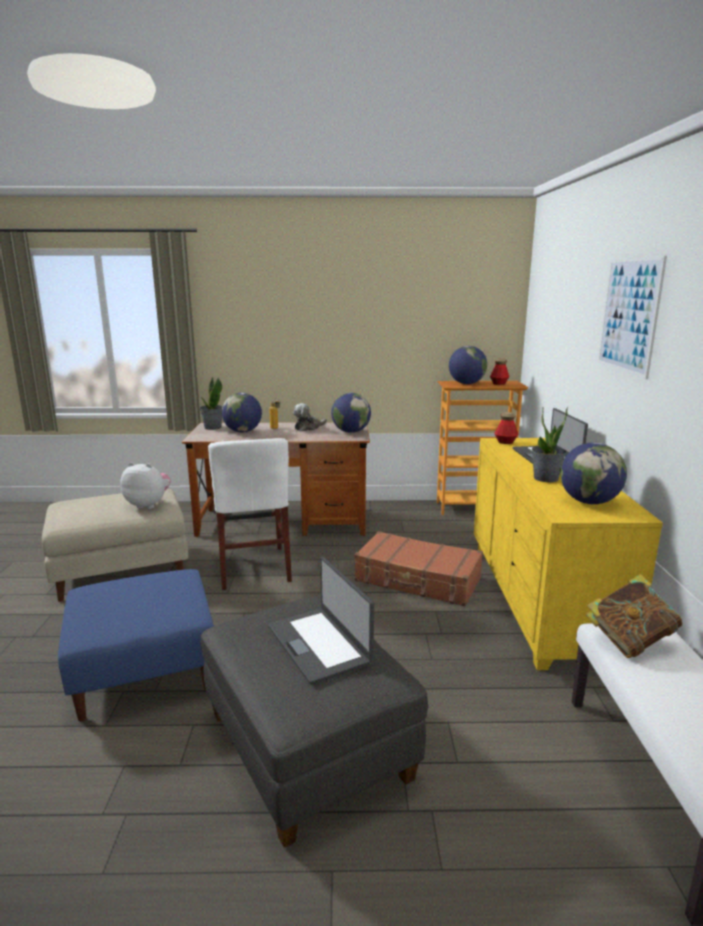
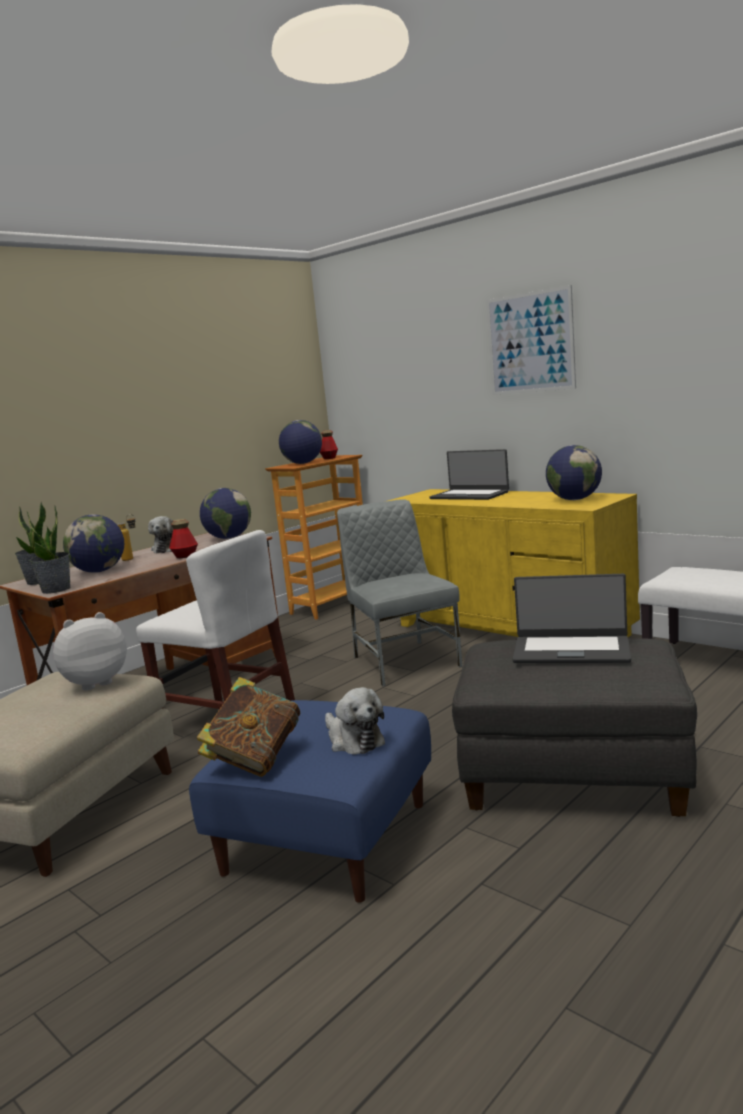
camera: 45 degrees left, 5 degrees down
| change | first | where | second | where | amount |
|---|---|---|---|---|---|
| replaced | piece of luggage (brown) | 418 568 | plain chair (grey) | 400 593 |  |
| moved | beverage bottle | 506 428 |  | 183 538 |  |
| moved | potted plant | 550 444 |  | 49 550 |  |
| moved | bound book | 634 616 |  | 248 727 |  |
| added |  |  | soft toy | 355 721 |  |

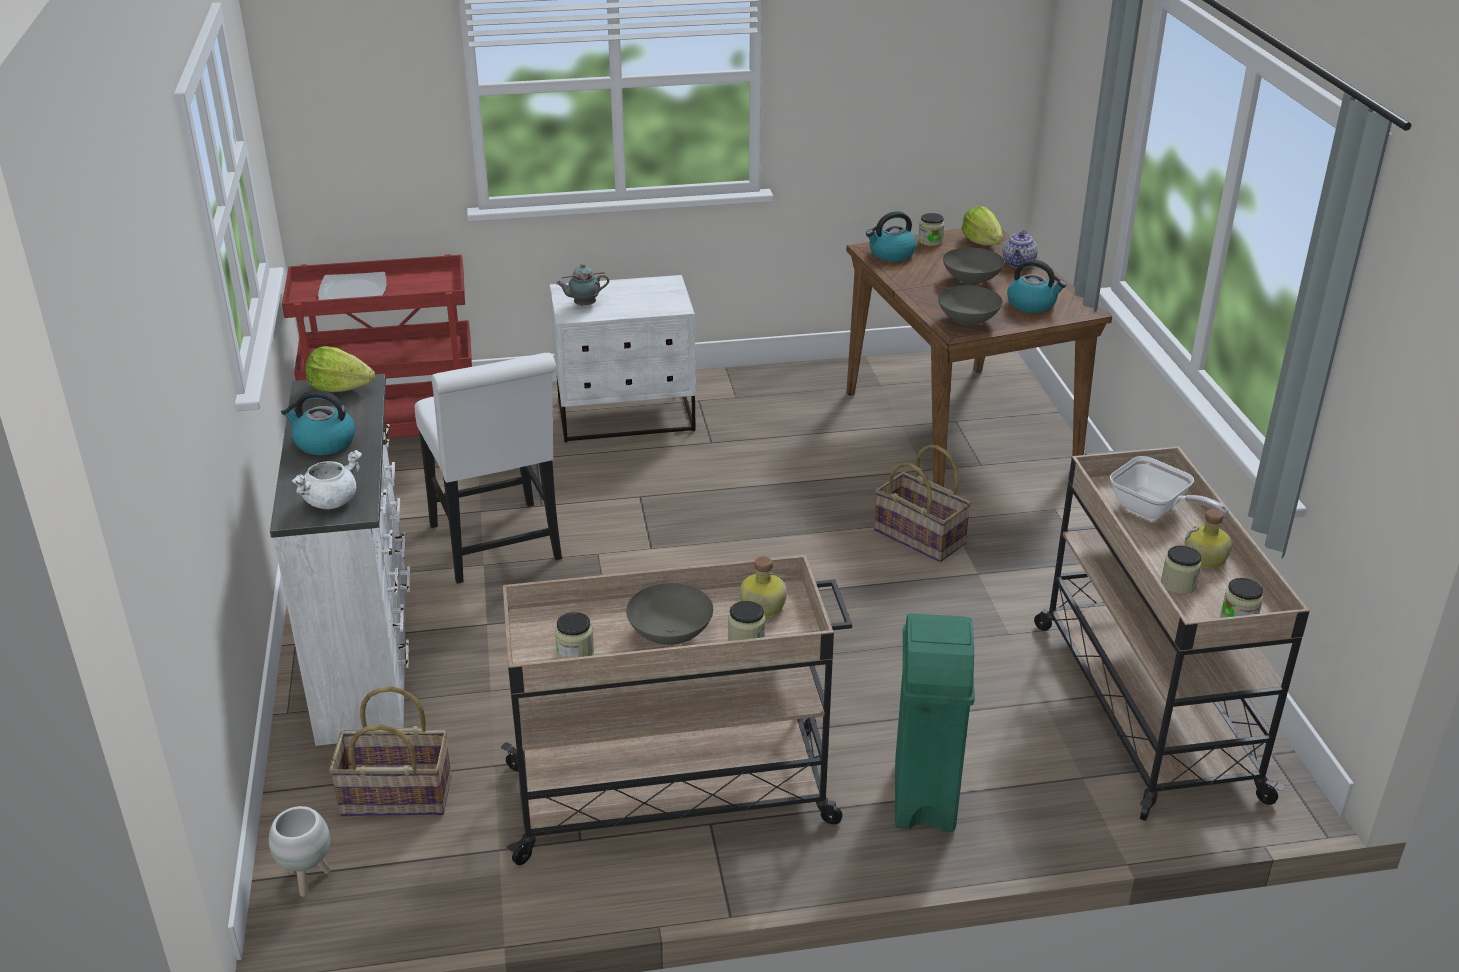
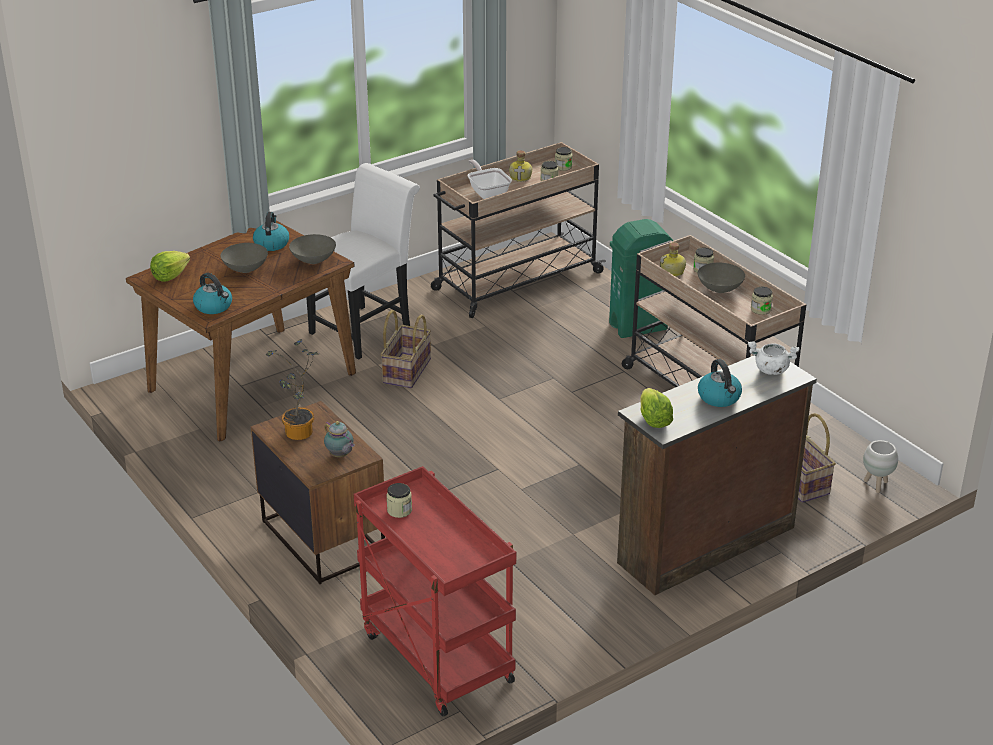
camera: 115 degrees left, 0 degrees up
| change | first | where | second | where | amount |
|---|---|---|---|---|---|
| recoloured | drawer chest (white-coloured) | 340 560 | drawer chest (brown) | 717 475 |  |
| removed | plate | 352 286 |  |  |  |
| moved | plain chair (white-coloured) | 488 468 |  | 363 261 |  |
| recoloured | nightstand (white-coloured) | 623 359 | nightstand (brown) | 318 492 |  |
| moved | storage jar | 931 229 |  | 399 500 |  |
| removed | pot for tea | 1020 249 |  |  |  |
| turned | frying pan | 1169 487 |  | 489 179 | 45 degrees counterclockwise |
| added |  |  | potted plant | 292 389 |  |

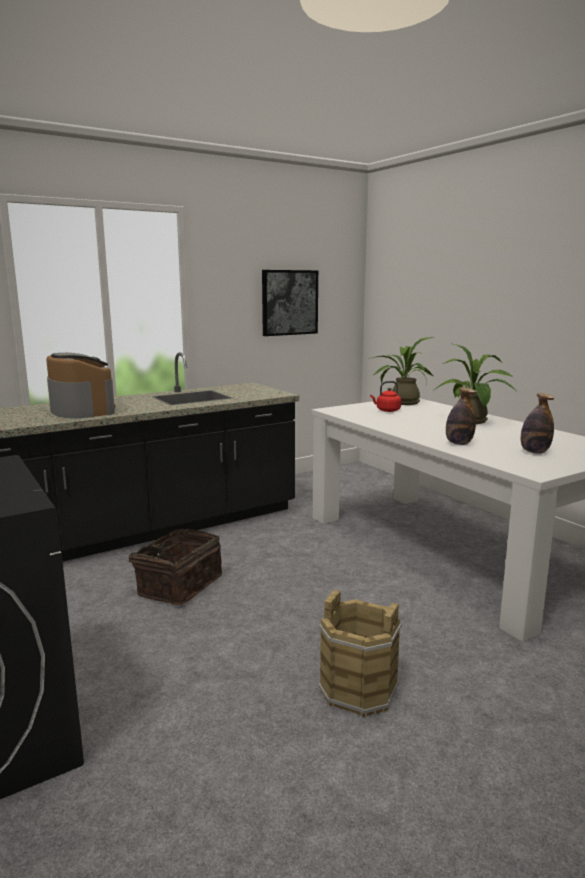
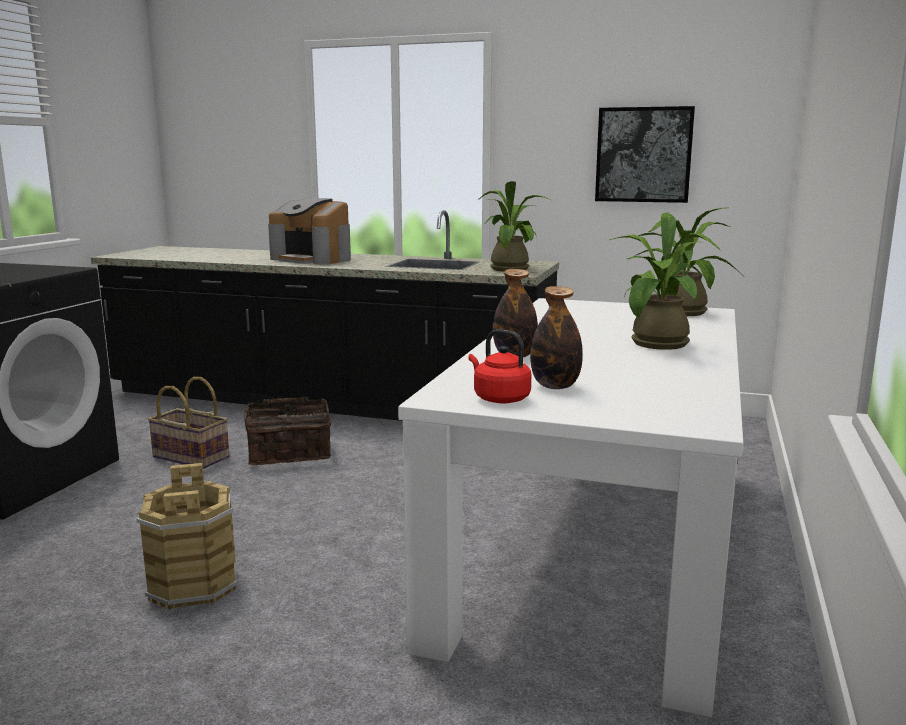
camera: 50 degrees right, 0 degrees up
| change | first | where | second | where | amount |
|---|---|---|---|---|---|
| turned | coffee brewer | 80 386 |  | 309 231 | 105 degrees clockwise |
| moved | kettle (reddish) | 385 396 |  | 499 366 |  |
| added |  |  | storage basket | 188 423 |  |
| added |  |  | potted plant | 514 226 |  |

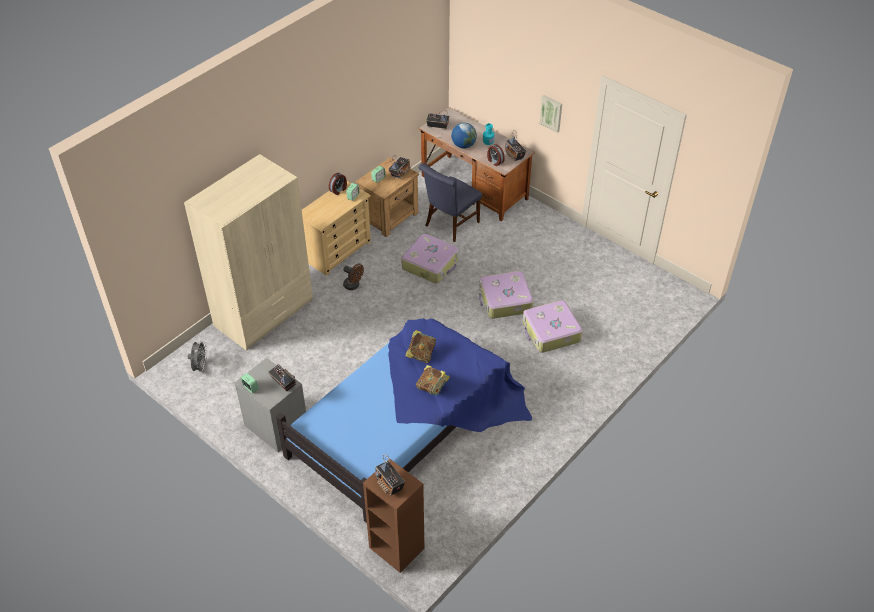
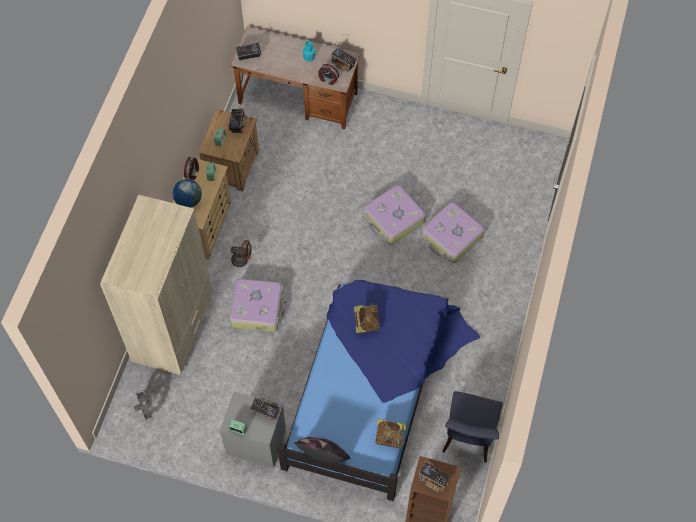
camera: 25 degrees left, 15 degrees up
| change | first | where | second | where | amount |
|---|---|---|---|---|---|
| moved | piece of luggage | 430 259 |  | 258 305 |  |
| moved | bound book | 433 380 |  | 391 433 |  |
| moved | plain chair (bluish) | 450 202 |  | 472 426 |  |
| moved | globe | 464 135 |  | 187 193 |  |
| removed | wall art | 550 114 |  |  |  |
| added |  |  | pillow | 322 450 |  |

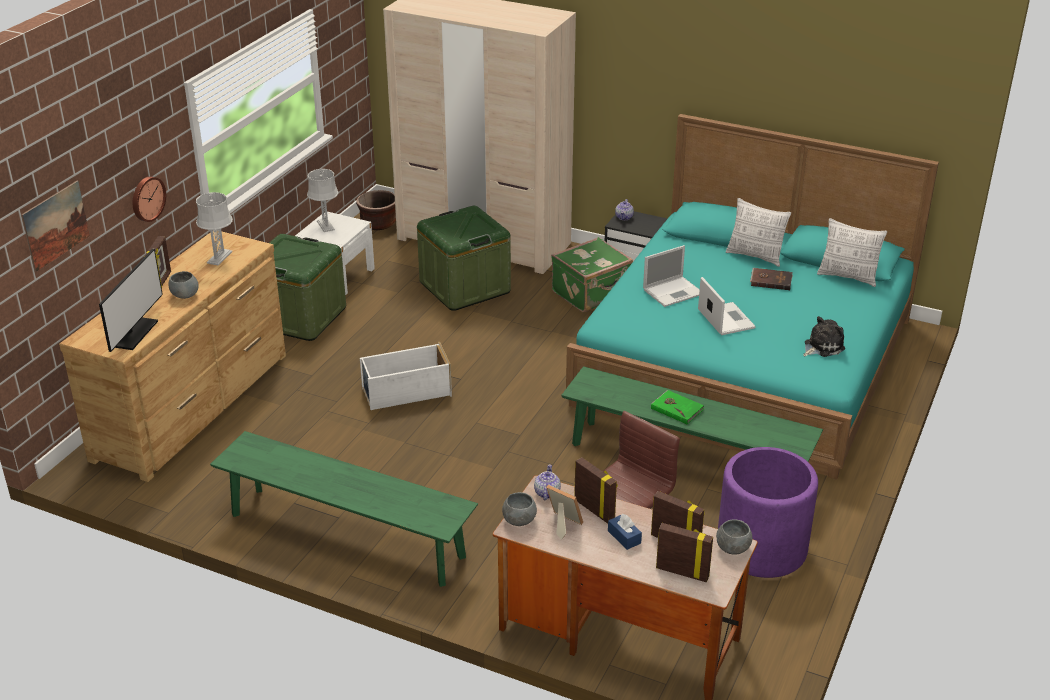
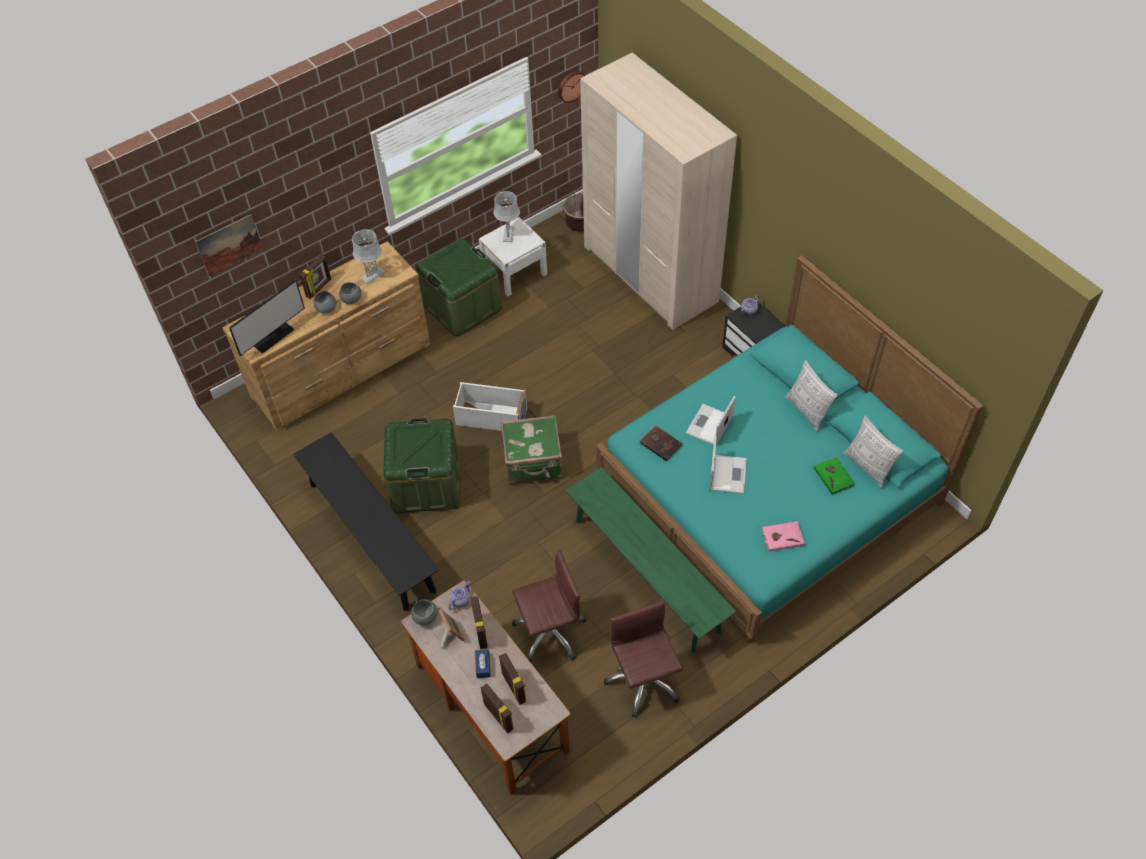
camera: 30 degrees right, 20 degrees up
| change | first | where | second | where | amount |
|---|---|---|---|---|---|
| moved | clock on the wall | 149 199 |  | 571 87 |  |
| recoloured | indoor bench (green-coloured) | 344 509 | indoor bench (blackish) | 366 521 |  |
| moved | storage bin (green-coloured) | 464 258 |  | 421 465 |  |
| moved | piece of luggage (green-coloured) | 592 274 |  | 532 449 |  |
| turned | laptop | 671 276 |  | 711 420 | 120 degrees clockwise |
| moved | bound book (green-coloured) | 677 407 |  | 834 476 |  |
| moved | deep dish (grey) | 734 537 |  | 350 293 |  |
| replaced | planter (purplish) | 768 512 | desk chair (brown) | 643 659 |  |
| moved | bound book (brown) | 771 279 |  | 661 443 |  |
| replaced | soft toy | 824 336 | bound book (pink) | 783 536 |  |

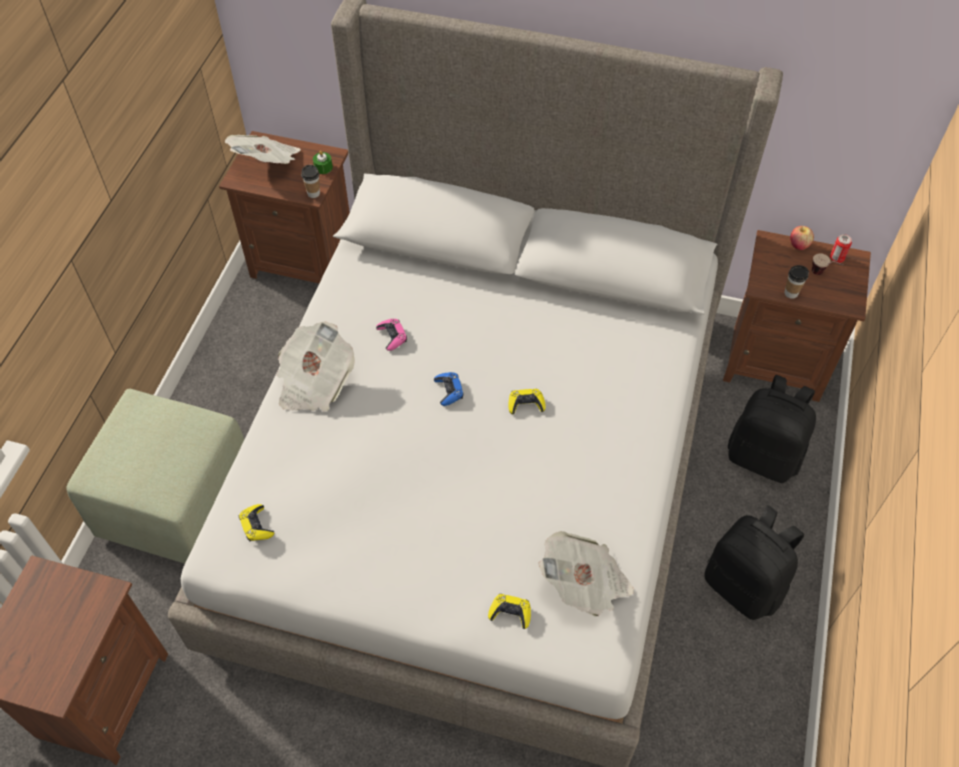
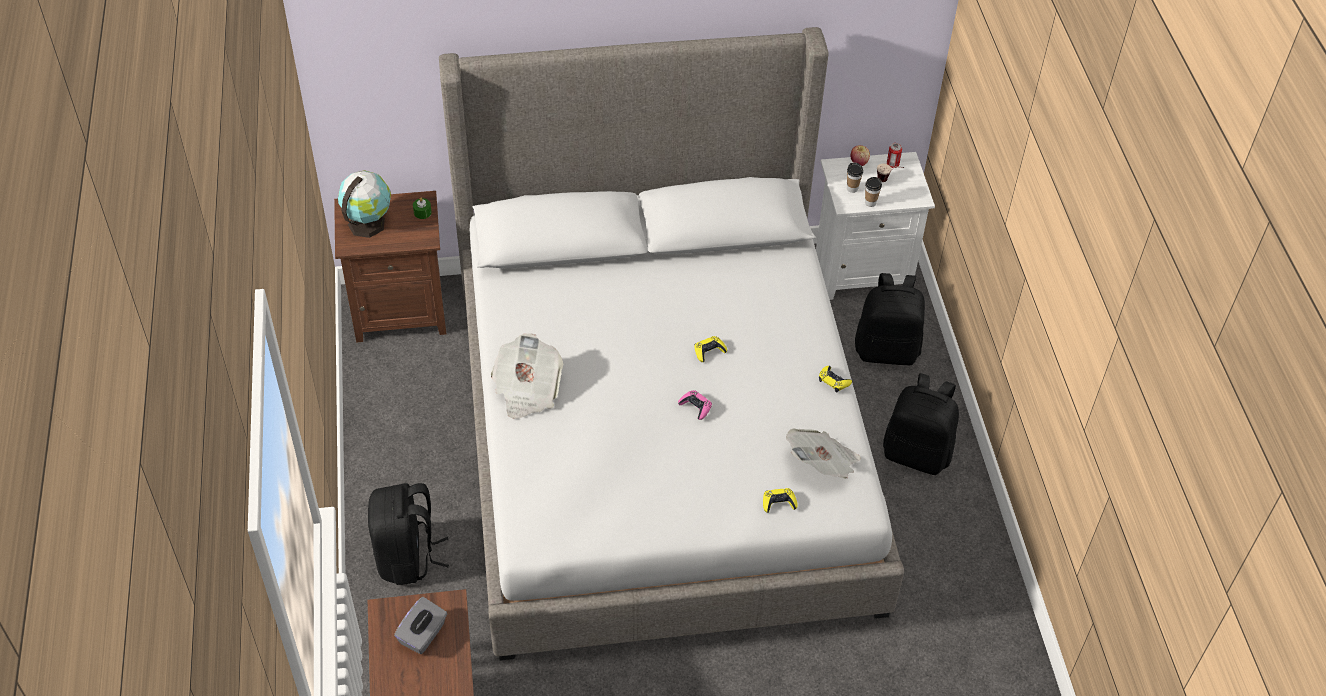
camera: 25 degrees left, 5 degrees down
| change | first | where | second | where | amount |
|---|---|---|---|---|---|
| replaced | ottoman (green-coloured) | 155 476 | knapsack (blackish) | 408 534 |  |
| replaced | daily paper | 263 149 | globe | 364 204 |  |
| moved | joypad (yellow) | 256 523 |  | 835 379 |  |
| moved | drinking cup | 310 181 |  | 855 178 |  |
| moved | joypad (pink) | 391 335 |  | 695 405 |  |
| removed | joypad (bluish) | 449 389 |  |  |  |
| recoloured | nightstand (brown) | 797 316 | nightstand (white-coloured) | 875 226 |  |
| added |  |  | tissue box (grey) | 420 625 |  |

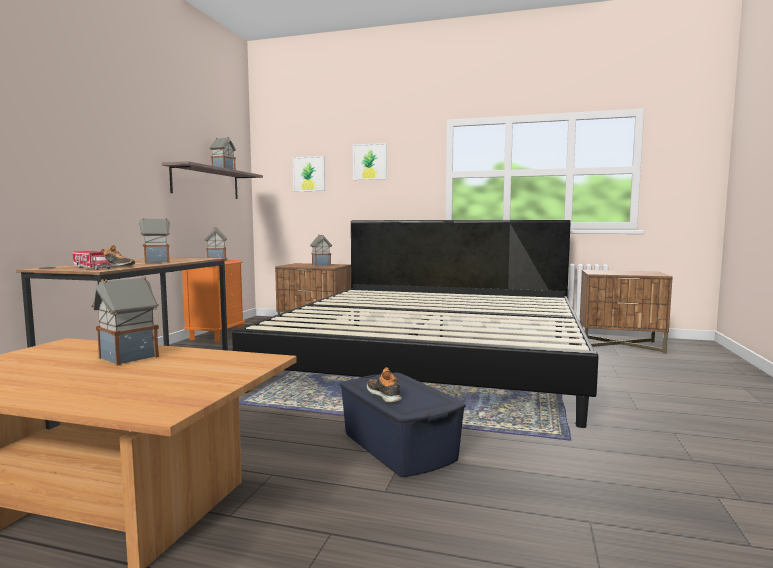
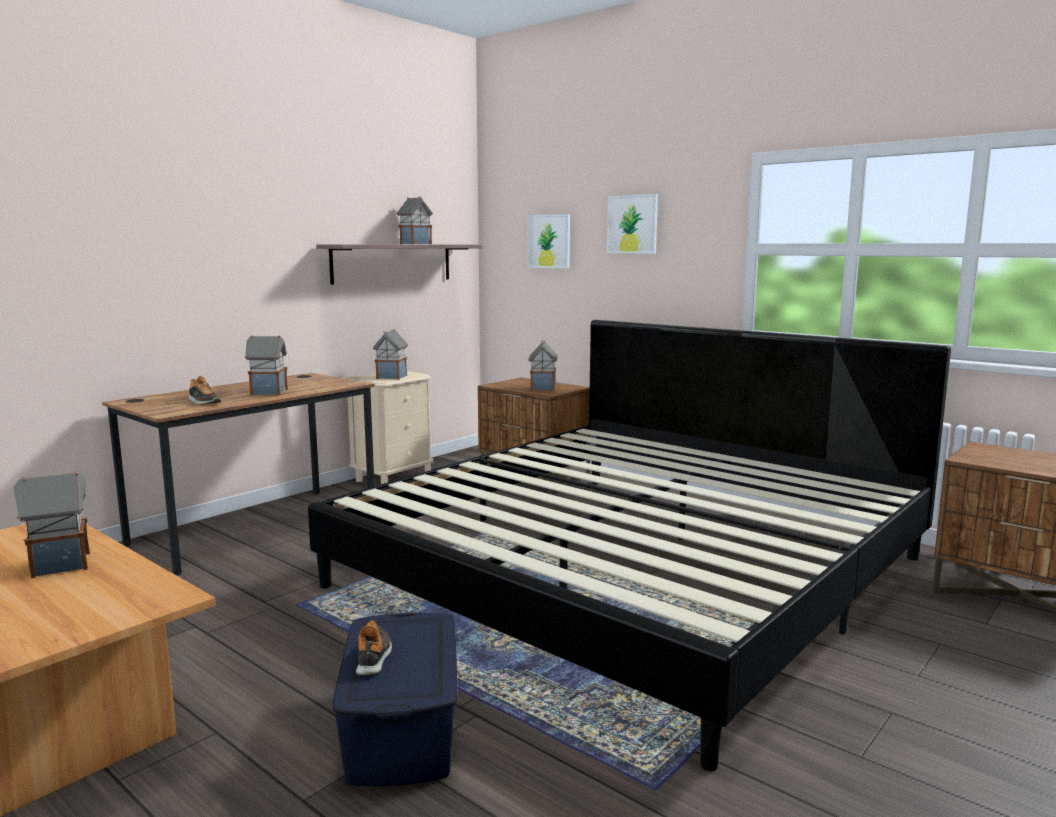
camera: 25 degrees right, 5 degrees up
| change | first | where | second | where | amount |
|---|---|---|---|---|---|
| removed | toy truck | 91 260 |  |  |  |
| recoloured | nightstand (orange) | 213 301 | nightstand (sand-coloured) | 390 427 |  |

